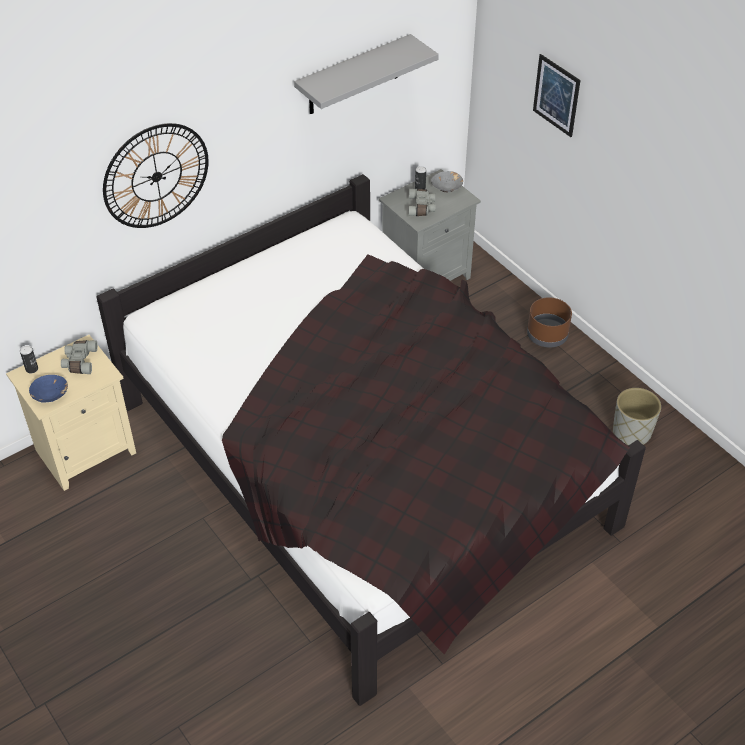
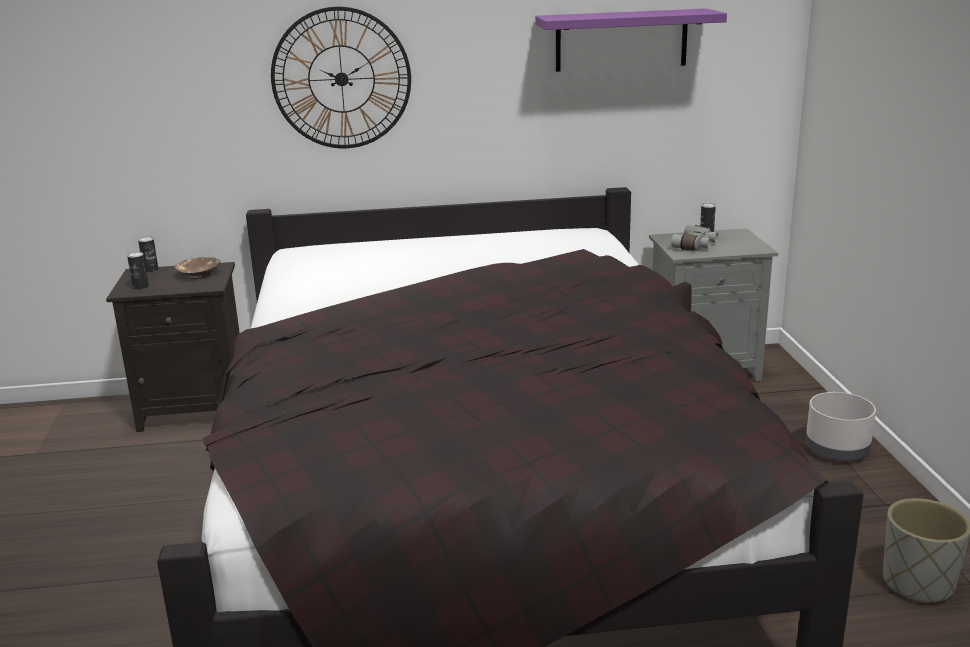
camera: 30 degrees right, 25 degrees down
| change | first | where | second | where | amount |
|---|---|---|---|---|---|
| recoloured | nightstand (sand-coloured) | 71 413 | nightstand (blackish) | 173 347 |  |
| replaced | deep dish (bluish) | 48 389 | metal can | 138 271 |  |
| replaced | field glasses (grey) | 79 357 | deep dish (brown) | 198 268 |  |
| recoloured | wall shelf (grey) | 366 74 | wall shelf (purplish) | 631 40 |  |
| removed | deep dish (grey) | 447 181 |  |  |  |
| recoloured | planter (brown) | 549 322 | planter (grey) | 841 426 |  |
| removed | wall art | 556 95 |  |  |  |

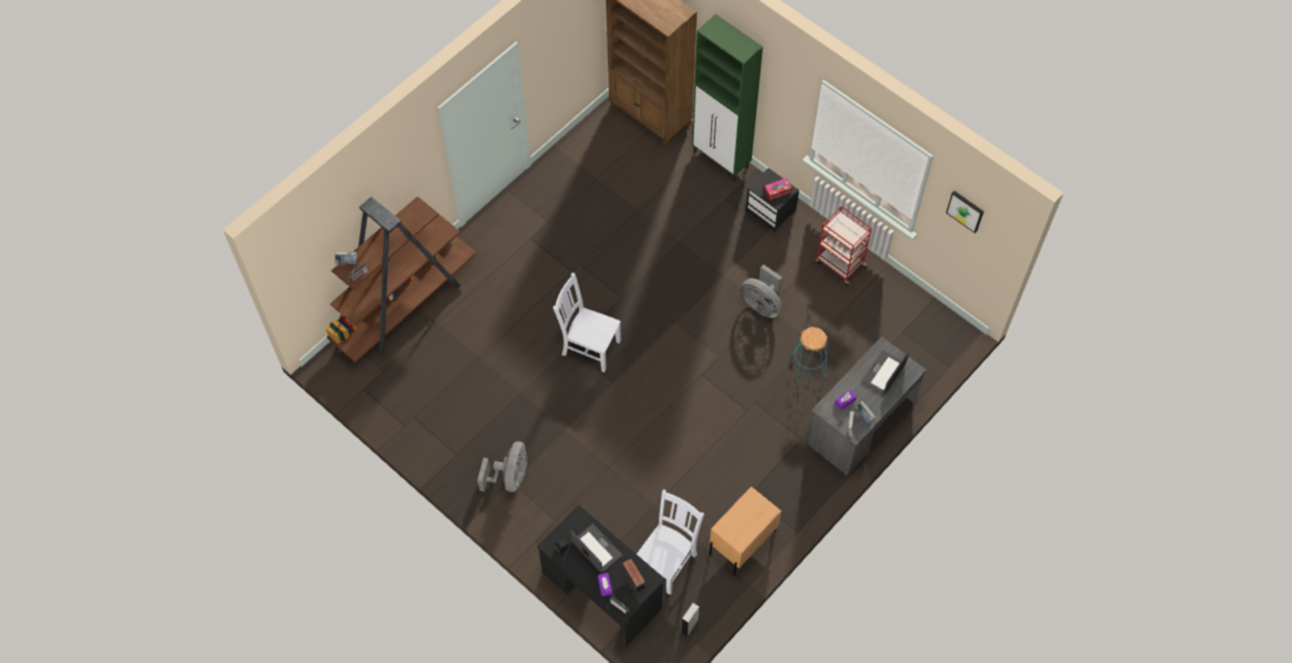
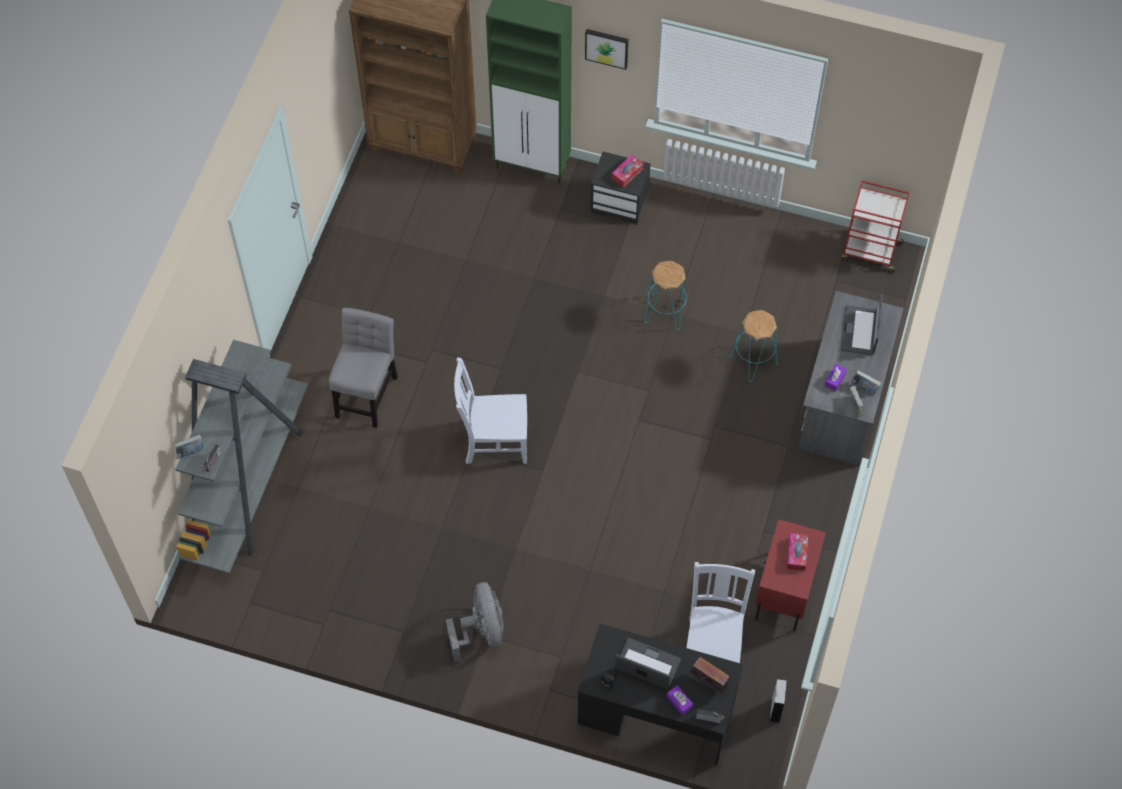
camera: 25 degrees left, 0 degrees up
| change | first | where | second | where | amount |
|---|---|---|---|---|---|
| recoloured | shelving unit (brown) | 401 279 | shelving unit (grey) | 242 457 |  |
| recoloured | nightstand (sand-coloured) | 745 531 | nightstand (reddish) | 790 575 |  |
| replaced | electric fan (grey) | 762 291 | stool seat (turquoise) | 666 295 |  |
| moved | trolley (reddish) | 843 246 |  | 876 226 |  |
| moved | wall art | 965 212 |  | 607 49 |  |
| added |  |  | plain chair (grey) | 363 367 |  |
| added |  |  | tissue box | 797 552 |  |

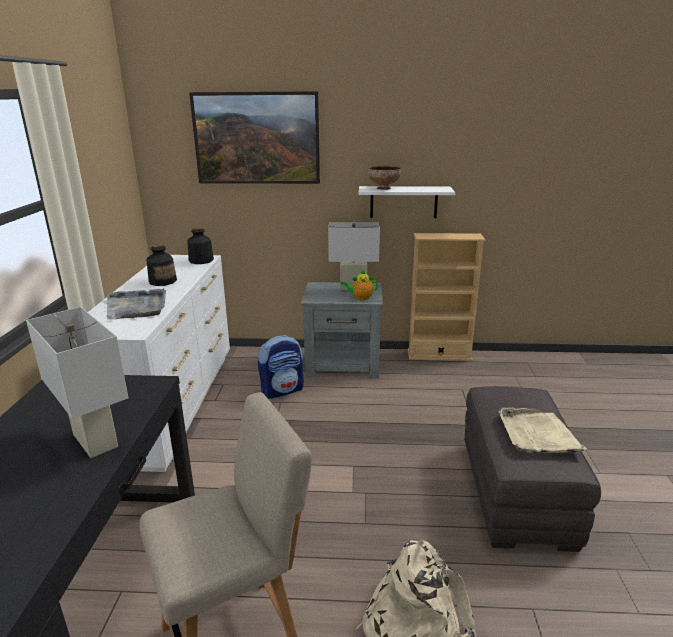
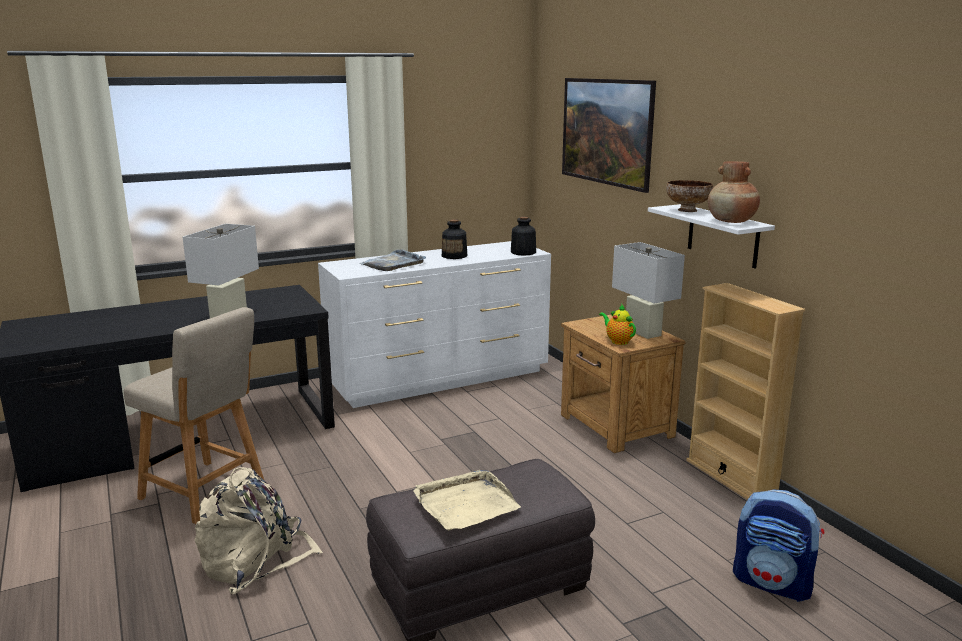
camera: 60 degrees right, 5 degrees down
| change | first | where | second | where | amount |
|---|---|---|---|---|---|
| moved | knapsack | 281 367 |  | 778 545 |  |
| recoloured | nightstand (grey) | 342 330 | nightstand (brown) | 623 384 |  |
| added |  |  | decorative vase (brown) | 734 192 |  |

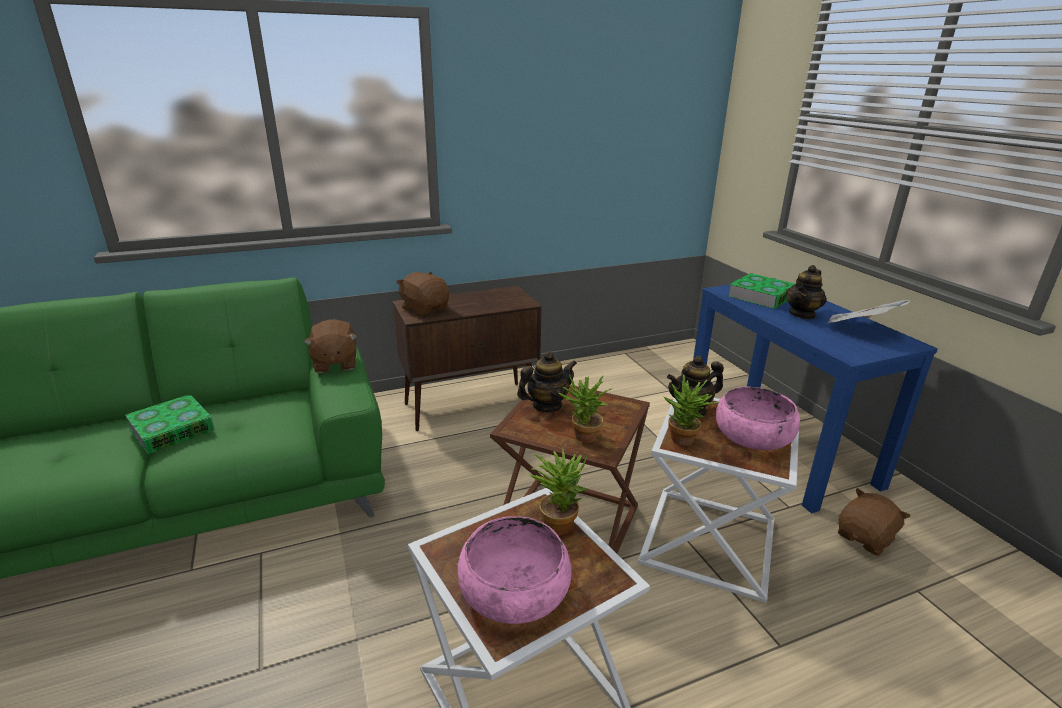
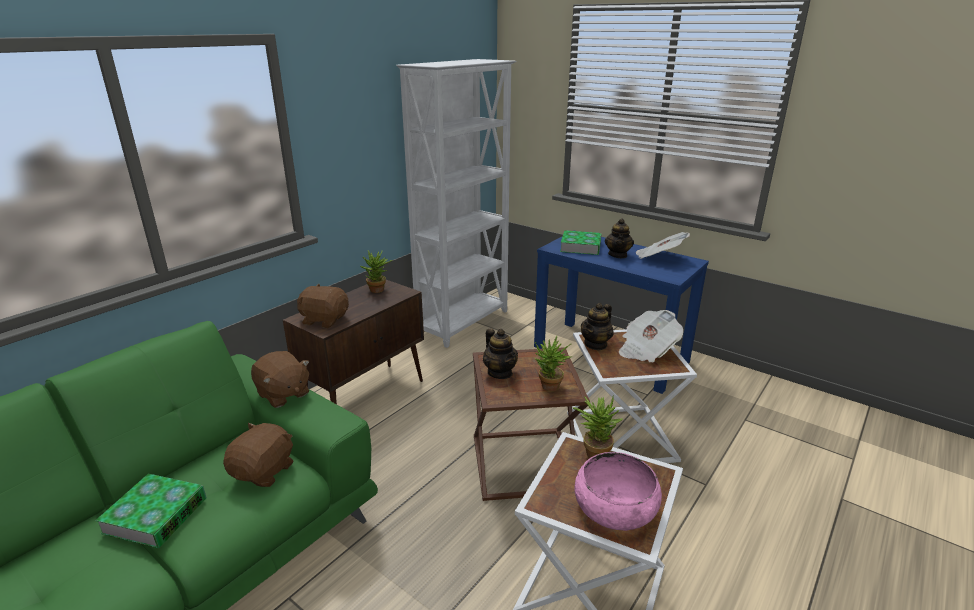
camera: 30 degrees left, 0 degrees up
| change | first | where | second | where | amount |
|---|---|---|---|---|---|
| turned | pot for tea | 547 381 |  | 500 353 | 120 degrees clockwise |
| moved | potted plant | 692 410 |  | 377 271 |  |
| replaced | deep dish (pink) | 758 418 | daily paper | 651 336 |  |
| moved | soft toy (brown) | 874 522 |  | 258 455 |  |
| added |  |  | shelving unit (white-coloured) | 456 203 |  |

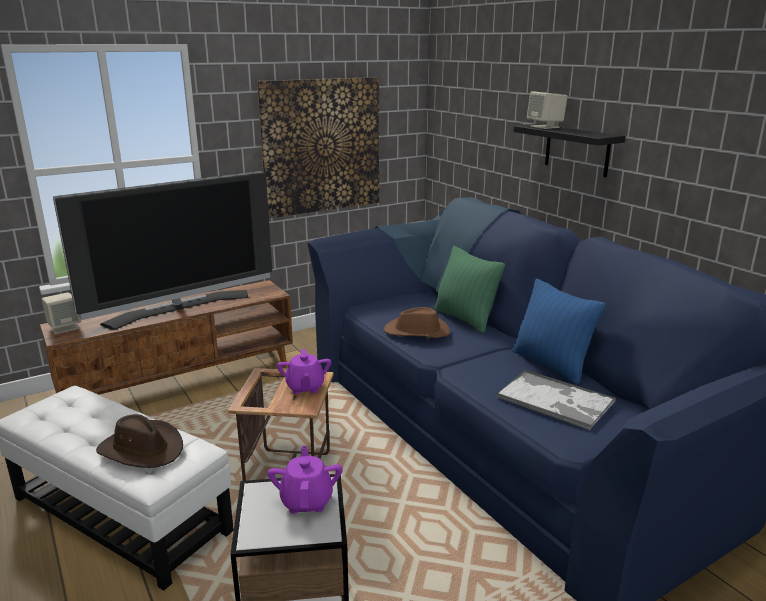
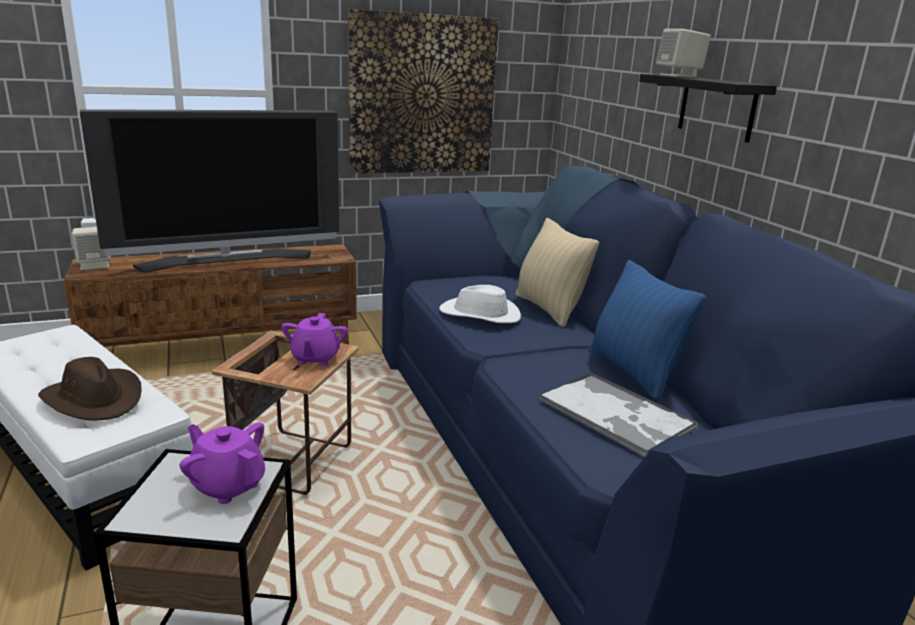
camera: 10 degrees right, 0 degrees up
| change | first | where | second | where | amount |
|---|---|---|---|---|---|
| turned | pot for tea (purplish) | 305 480 |  | 222 463 | 60 degrees counterclockwise |
| recoloured | clothing hat (brown) | 416 322 | clothing hat (white-coloured) | 480 304 |  |
| recoloured | pillow (green-coloured) | 469 289 | pillow (sand-coloured) | 557 272 |  |

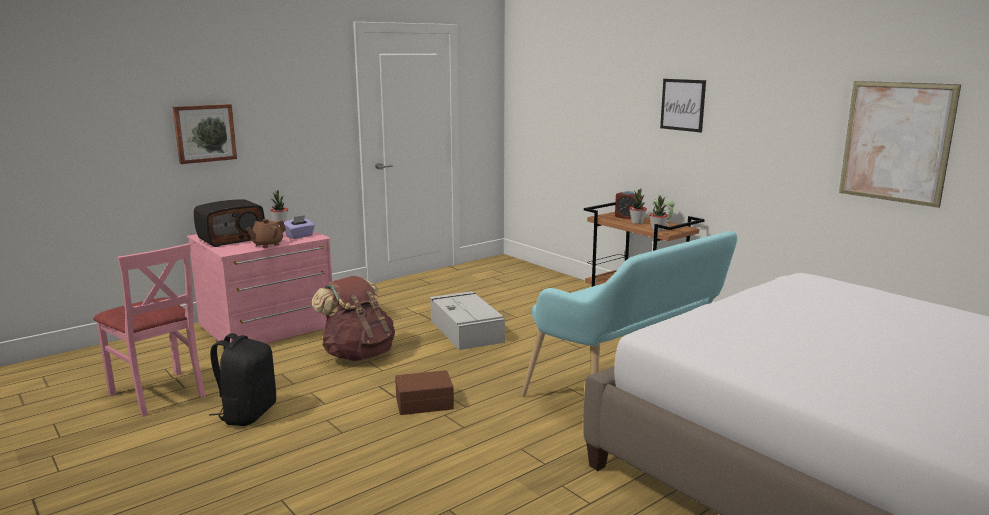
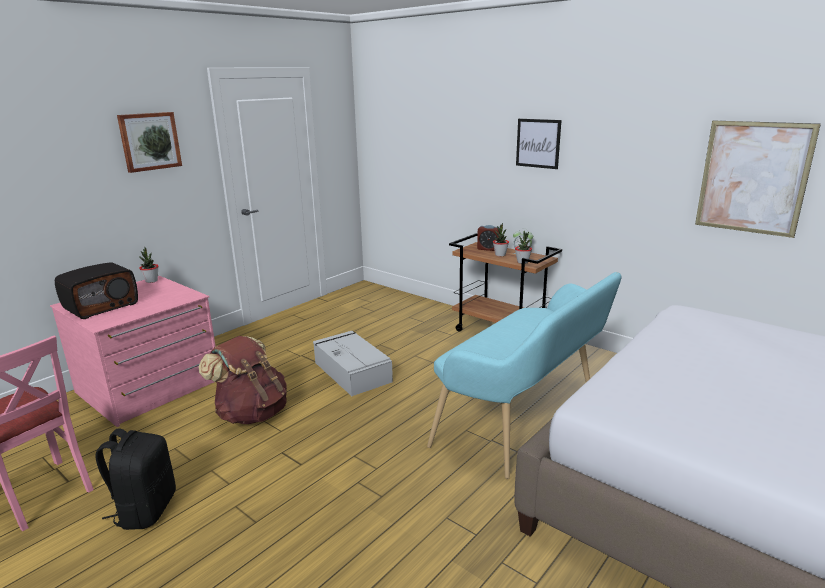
camera: 10 degrees left, 5 degrees up
| change | first | where | second | where | amount |
|---|---|---|---|---|---|
| moved | wall art | 205 134 |  | 149 142 |  |
| removed | pot for tea (brown) | 266 233 |  |  |  |
| removed | tissue box (purplish) | 299 227 |  |  |  |
| removed | storage bin (brown) | 424 392 |  |  |  |

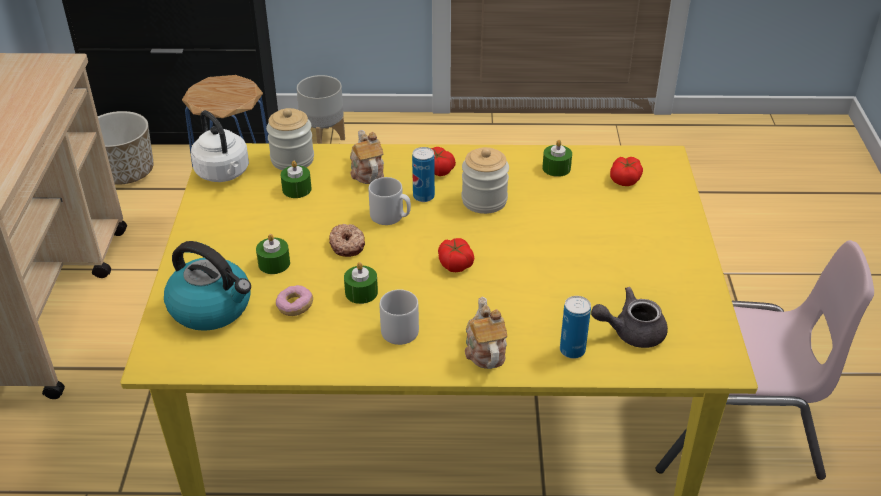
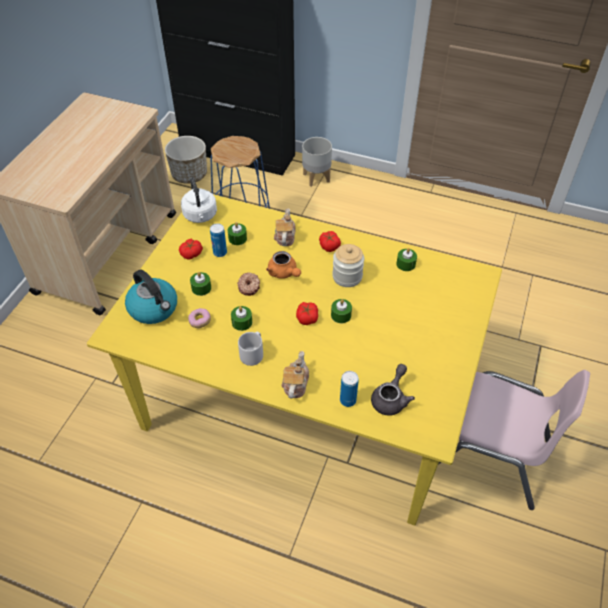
camera: 20 degrees right, 10 degrees up
| change | first | where | second | where | amount |
|---|---|---|---|---|---|
| removed | storage jar | 290 139 |  |  |  |
| replaced | coffee mug (grey) | 390 201 | pot for tea (orange) | 283 265 |  |
| moved | metal can | 423 174 |  | 218 240 |  |
| turned | pot for tea (grey) | 629 317 |  | 393 390 | 105 degrees clockwise |
| moved | whole tomato | 626 171 |  | 191 249 |  |
| added |  |  | wax light (green-coloured) | 341 311 |  |

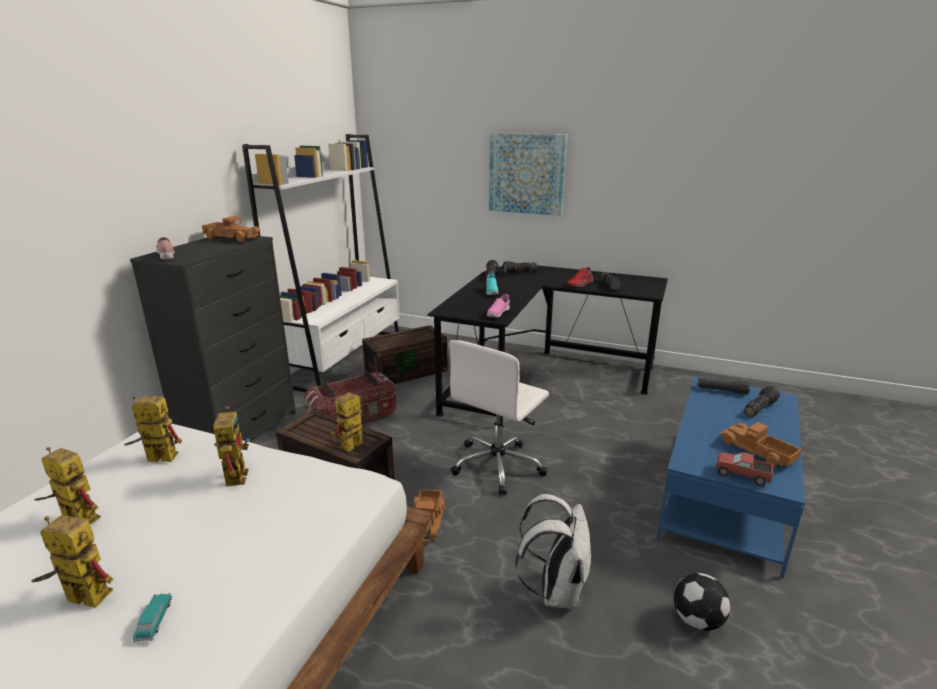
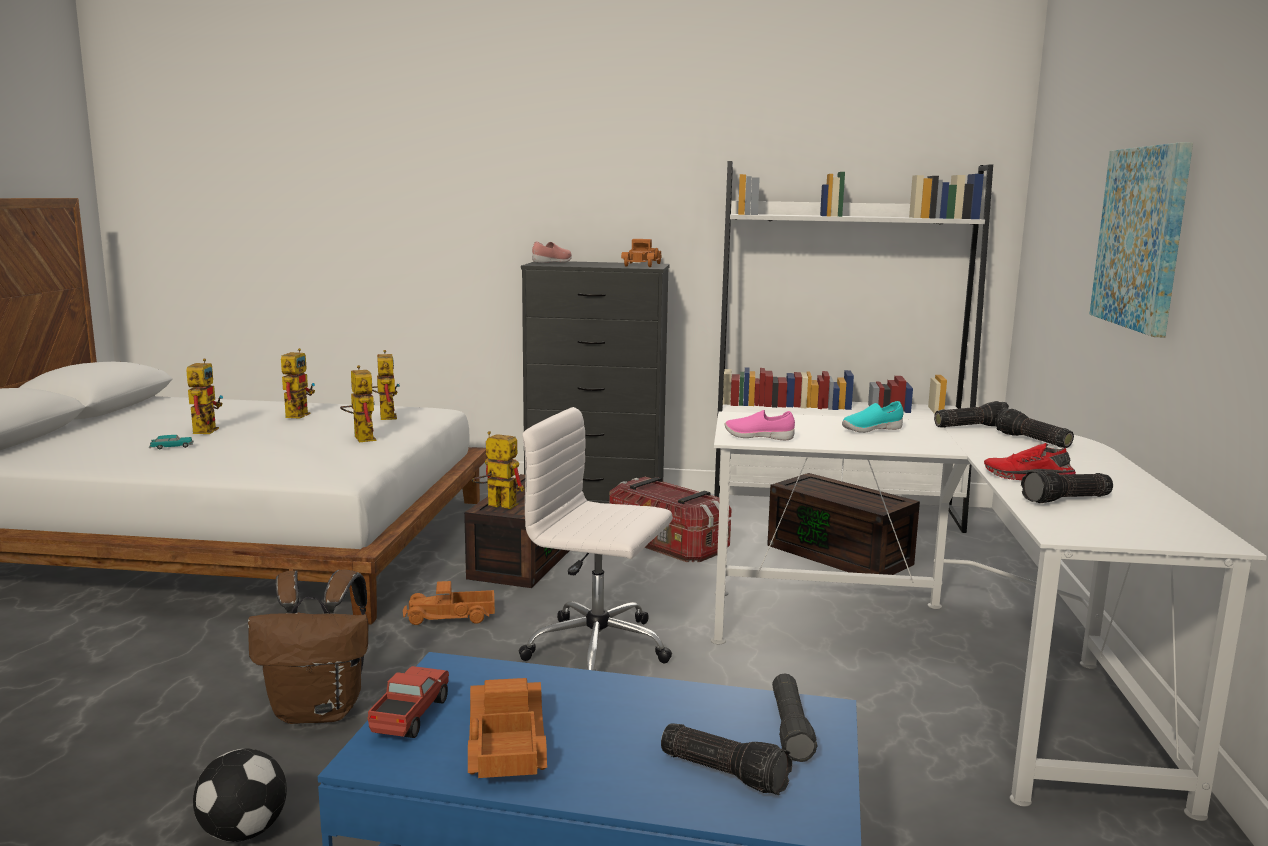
camera: 75 degrees right, 10 degrees down
| change | first | where | second | where | amount |
|---|---|---|---|---|---|
| turned | model robot | 232 446 |  | 358 403 | 90 degrees counterclockwise |
| recoloured | desk unit (blackish) | 547 347 | desk unit (white-coloured) | 989 616 |  |
| recoloured | knapsack (white-coloured) | 553 551 | knapsack (brown) | 308 647 |  |
| turned | toy truck | 761 444 |  | 507 728 | 45 degrees counterclockwise |

